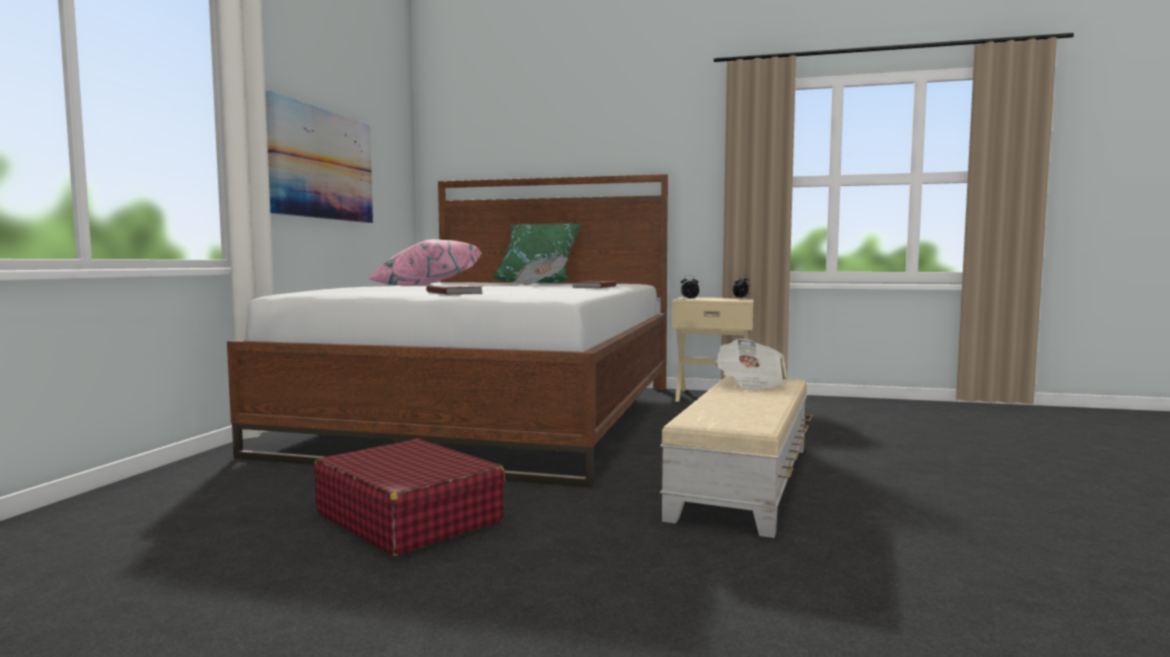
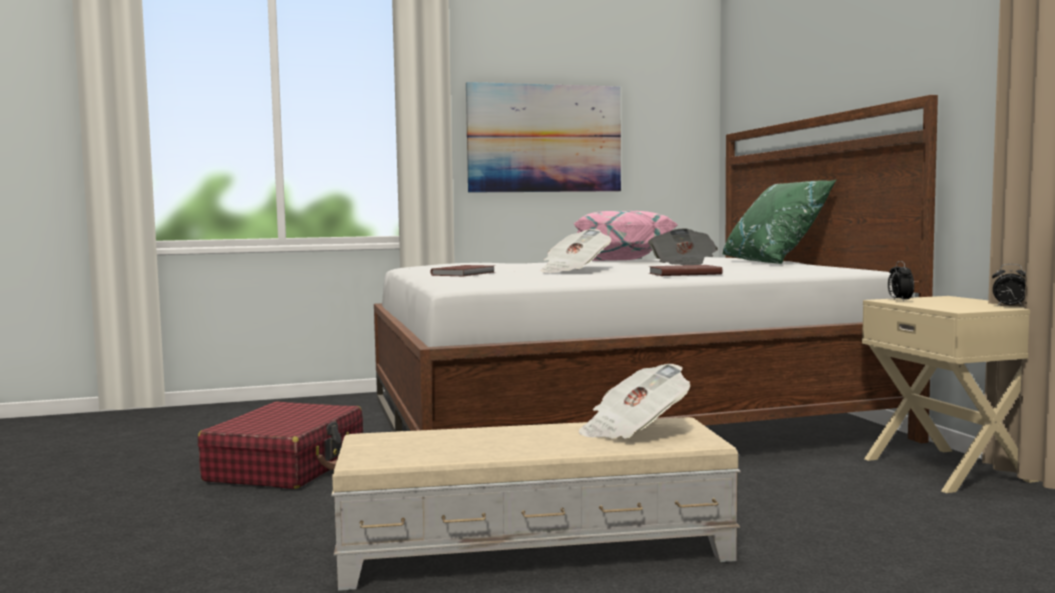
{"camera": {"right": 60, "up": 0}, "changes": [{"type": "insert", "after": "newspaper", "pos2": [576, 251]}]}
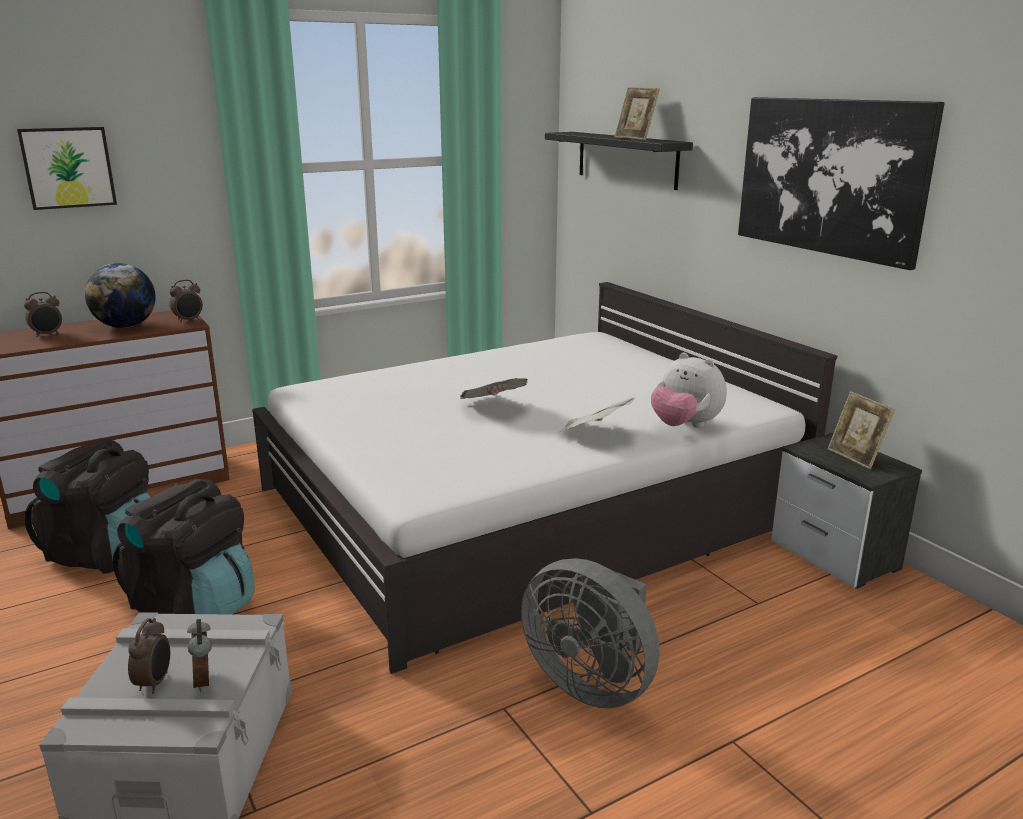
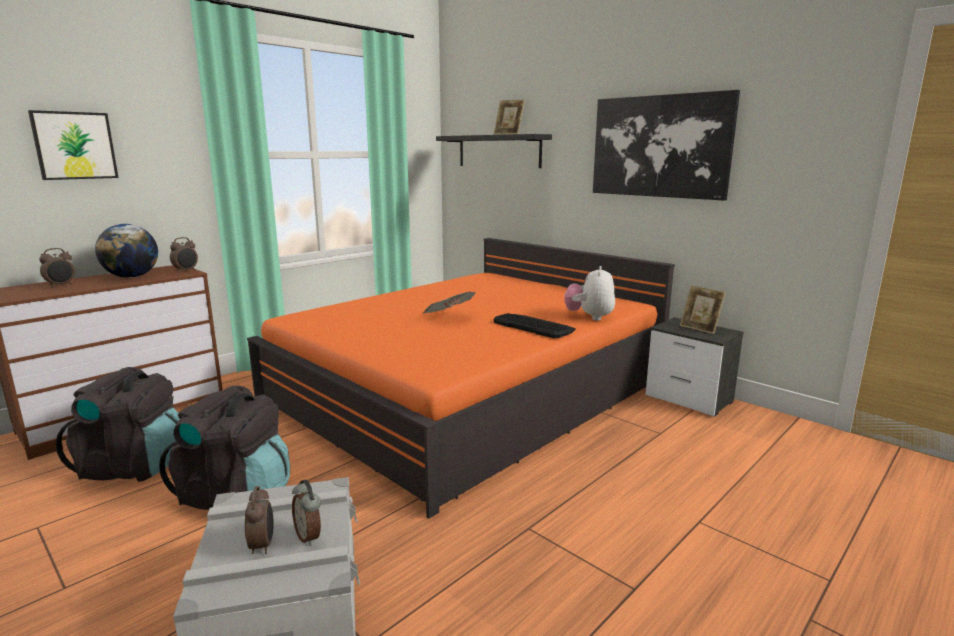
{"camera": {"right": -15, "up": -5}, "changes": [{"type": "recolor", "before": "bed/white", "after": "bed/orange", "pos1": [544, 478], "pos2": [461, 378]}, {"type": "delete", "before": "fan/grey", "pos1": [590, 633]}, {"type": "replace", "before": "newspaper", "after": "keyboard", "pos1": [597, 414], "pos2": [534, 325]}, {"type": "rotate", "before": "plush toy", "pos1": [689, 390], "pos2": [589, 293], "turn": 75}]}
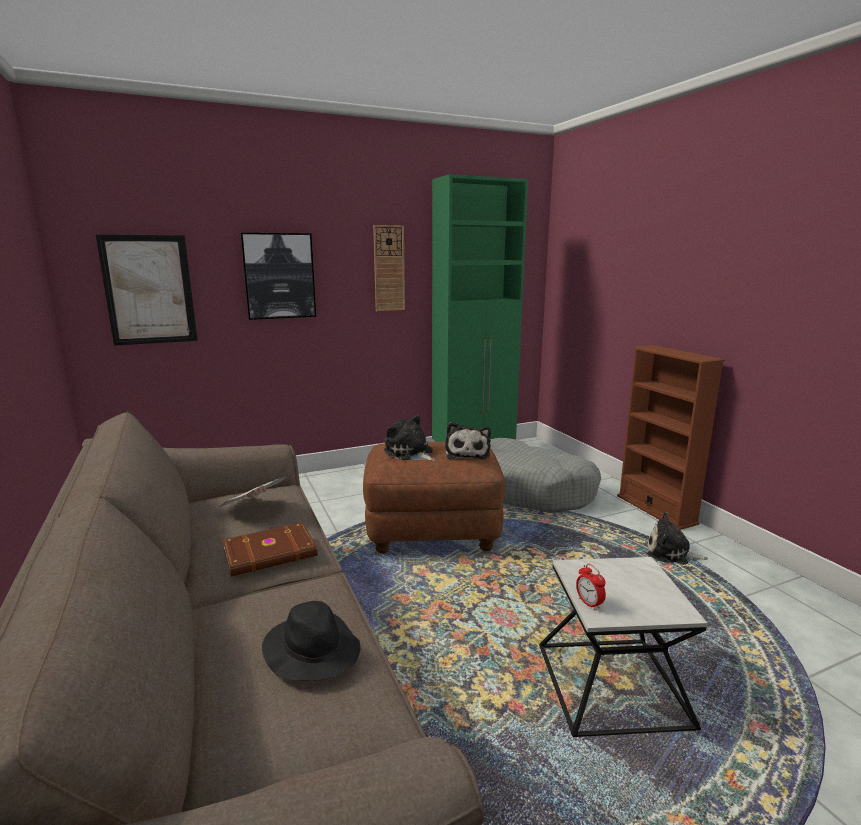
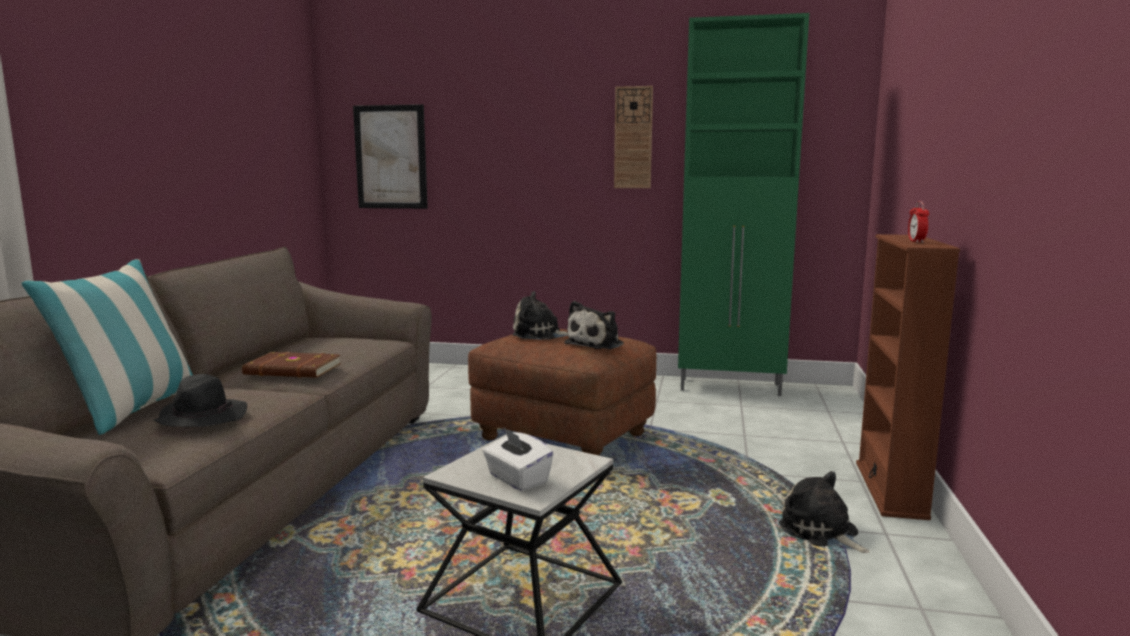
{"camera": {"right": 35, "up": -5}, "changes": [{"type": "delete", "before": "newspaper", "pos1": [253, 492]}, {"type": "delete", "before": "picture", "pos1": [278, 276]}, {"type": "rotate", "before": "plush toy", "pos1": [409, 438], "pos2": [540, 315], "turn": -75}, {"type": "delete", "before": "dog bed/grey", "pos1": [545, 475]}, {"type": "move", "before": "alarm clock", "pos1": [591, 587], "pos2": [918, 222]}, {"type": "insert", "after": "pillow", "pos2": [107, 347]}, {"type": "insert", "after": "tissue box/white", "pos2": [518, 459]}]}
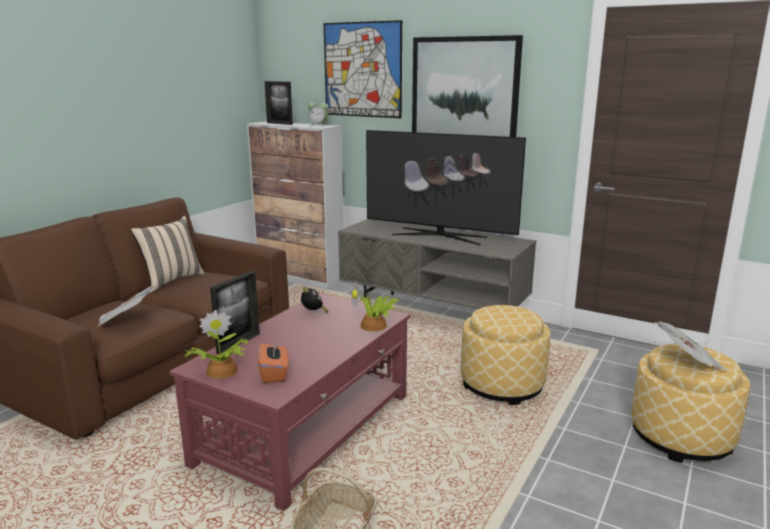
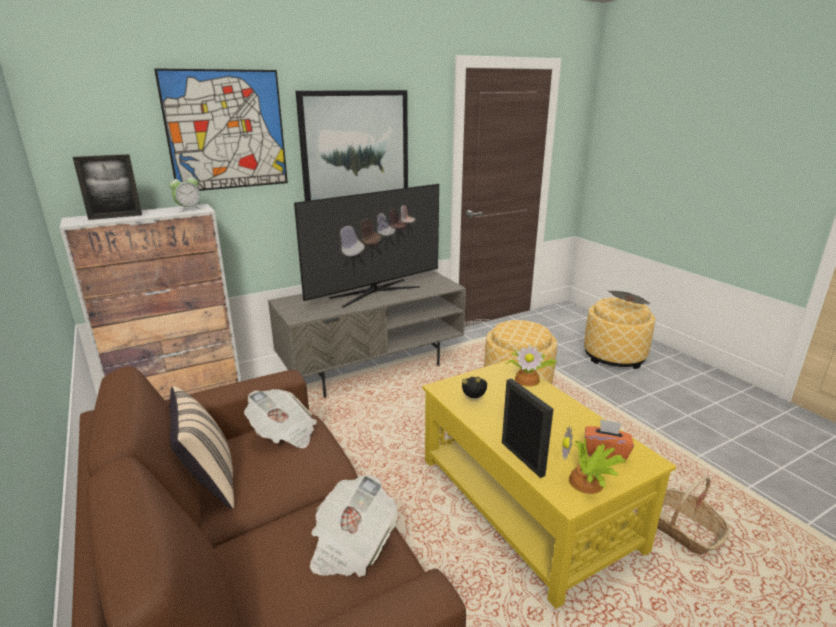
{"camera": {"right": -60, "up": 5}, "changes": [{"type": "recolor", "before": "coffee table/red", "after": "coffee table/yellow", "pos1": [289, 402], "pos2": [549, 484]}, {"type": "insert", "after": "newspaper", "pos2": [280, 418]}]}
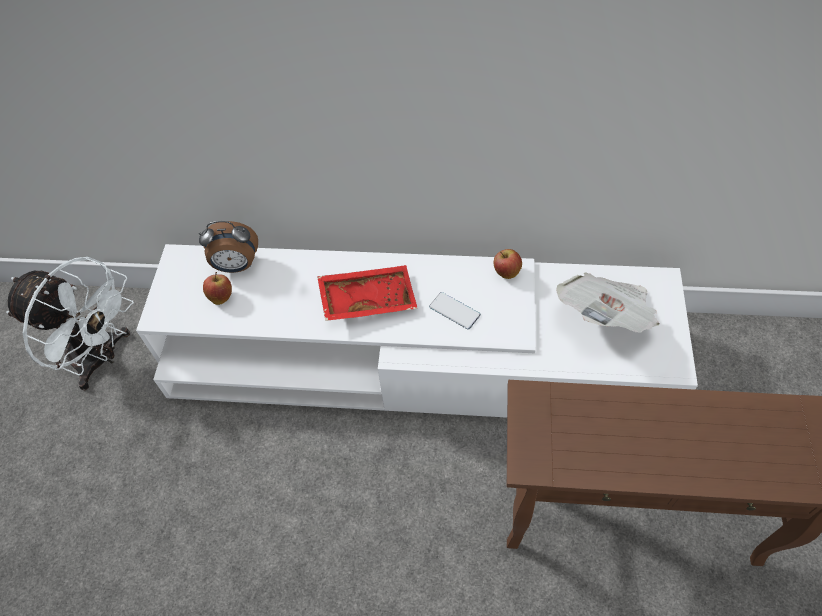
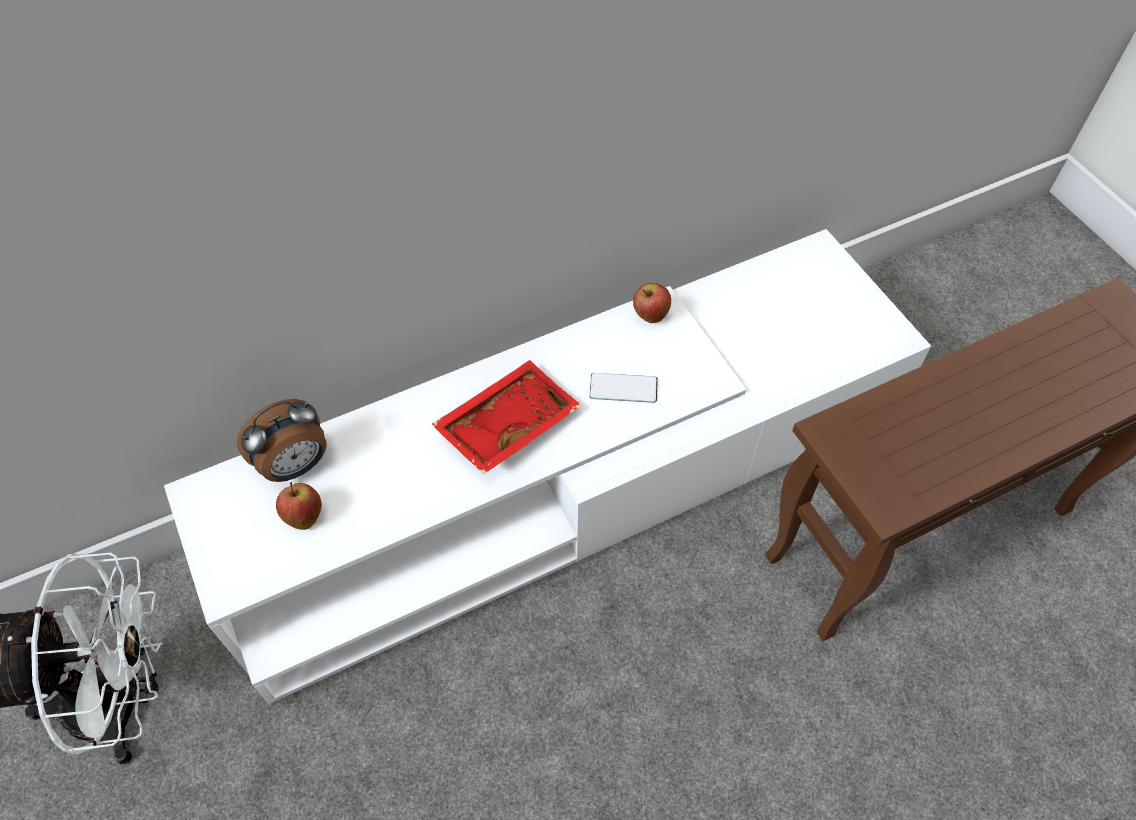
{"camera": {"right": -35, "up": 0}, "changes": [{"type": "delete", "before": "newspaper", "pos1": [607, 302]}]}
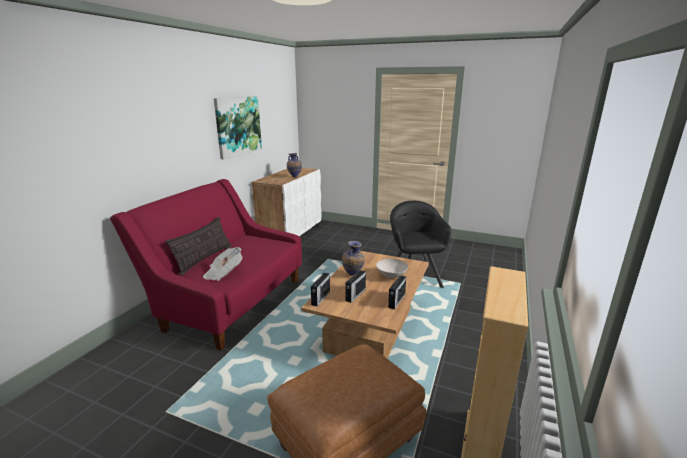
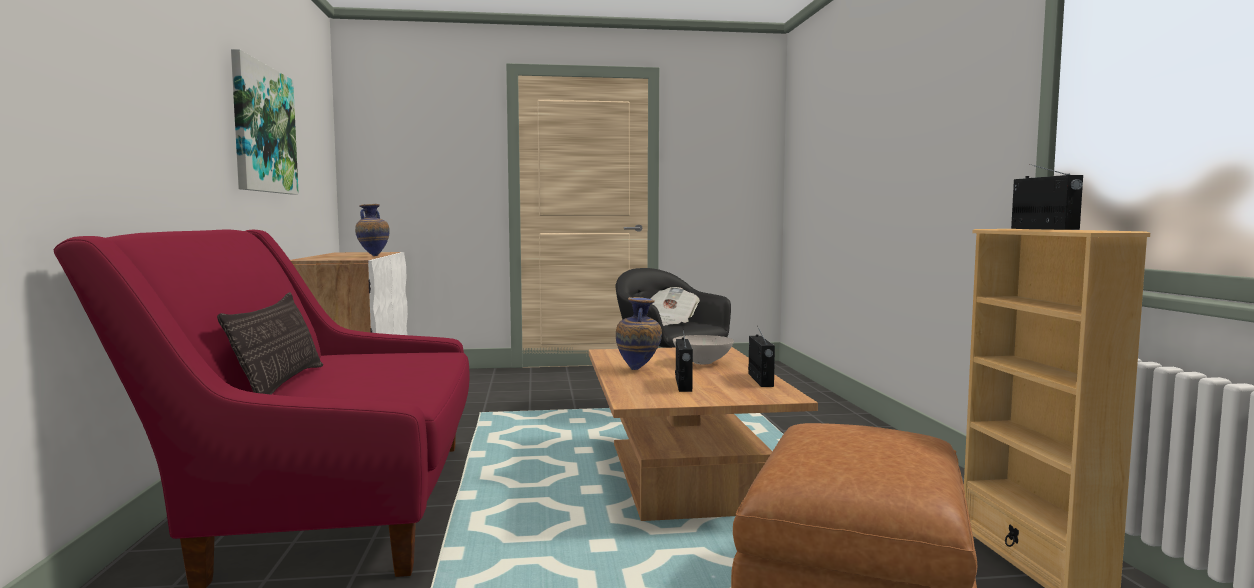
{"camera": {"right": -30, "up": -15}, "changes": [{"type": "move", "before": "newspaper", "pos1": [223, 264], "pos2": [675, 306]}, {"type": "move", "before": "radio", "pos1": [320, 289], "pos2": [1047, 197]}]}
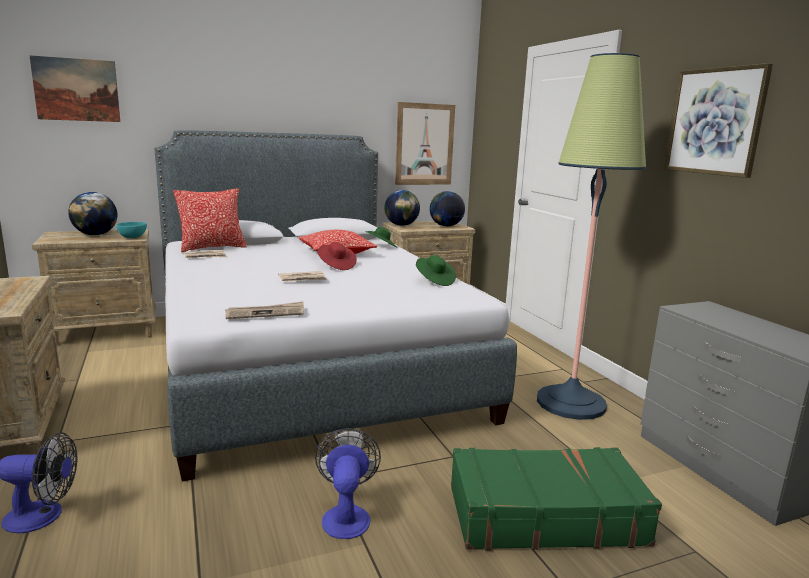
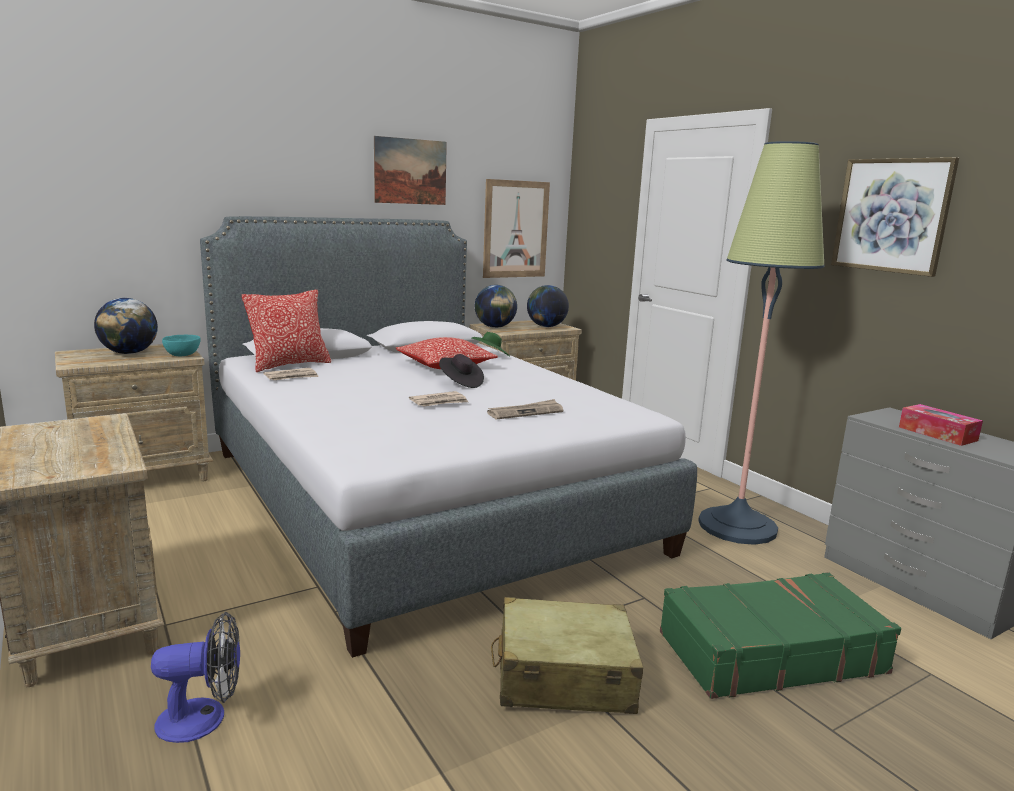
{"camera": {"right": -10, "up": 0}, "changes": [{"type": "move", "before": "picture", "pos1": [74, 88], "pos2": [410, 170]}, {"type": "move", "before": "newspaper", "pos1": [264, 310], "pos2": [525, 409]}, {"type": "replace", "before": "fan", "after": "suitcase/beige", "pos1": [348, 483], "pos2": [567, 655]}, {"type": "recolor", "before": "hat/red", "after": "hat/black", "pos1": [337, 256], "pos2": [461, 371]}, {"type": "delete", "before": "hat/green", "pos1": [436, 270]}, {"type": "insert", "after": "tissue box", "pos2": [941, 425]}]}
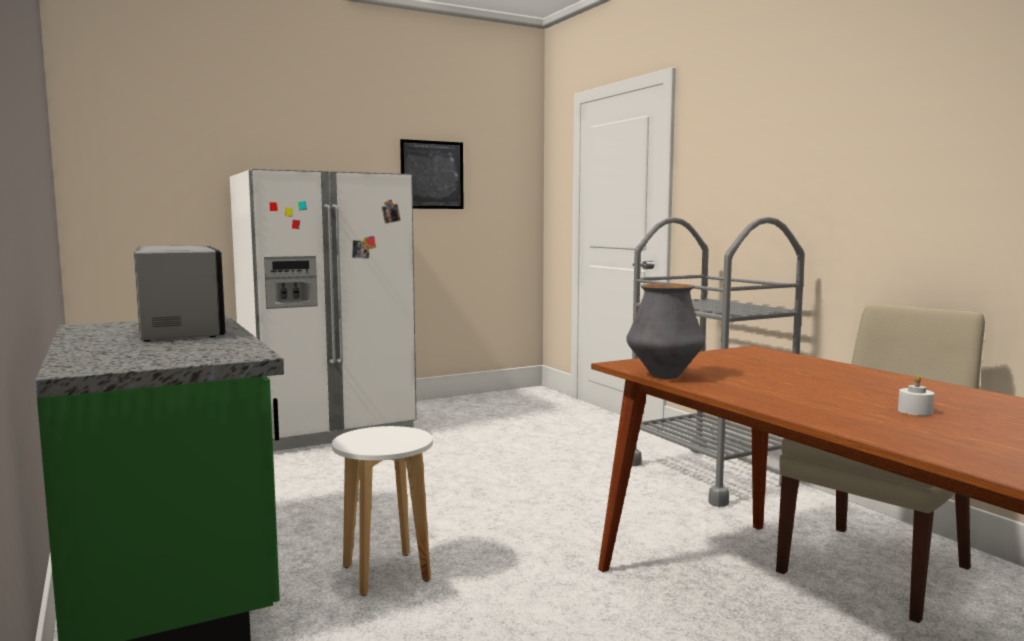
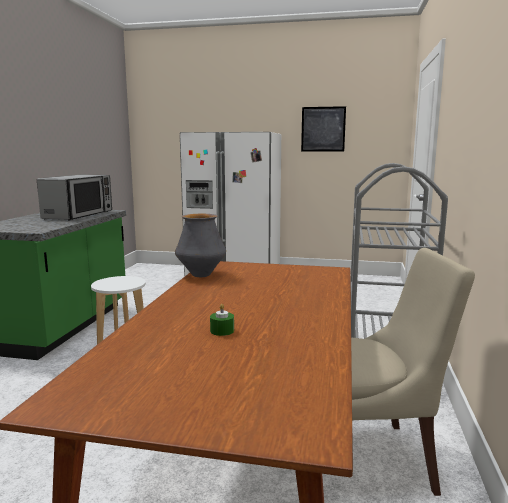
{"camera": {"right": 40, "up": 5}, "changes": [{"type": "recolor", "before": "candle/white", "after": "candle/green", "pos1": [916, 395], "pos2": [222, 320]}]}
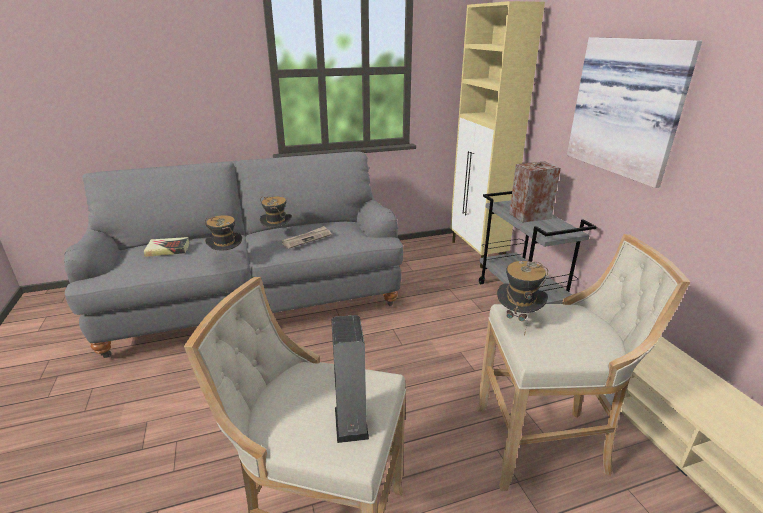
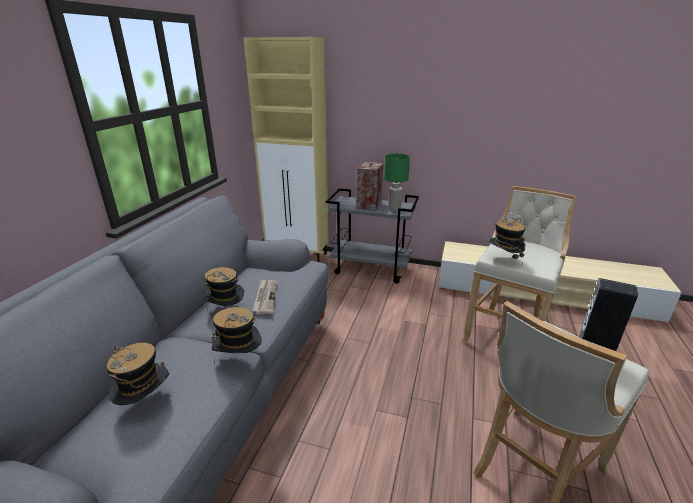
{"camera": {"right": -55, "up": 0}, "changes": [{"type": "replace", "before": "book", "after": "hat", "pos1": [166, 247], "pos2": [138, 374]}, {"type": "delete", "before": "picture", "pos1": [634, 112]}, {"type": "insert", "after": "table lamp/green", "pos2": [397, 182]}]}
